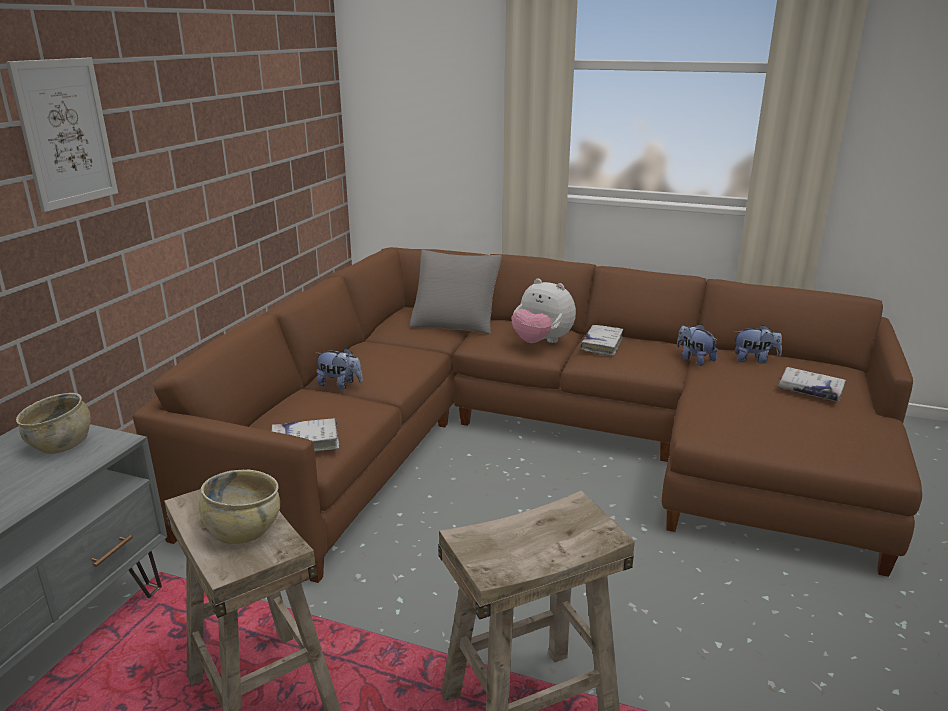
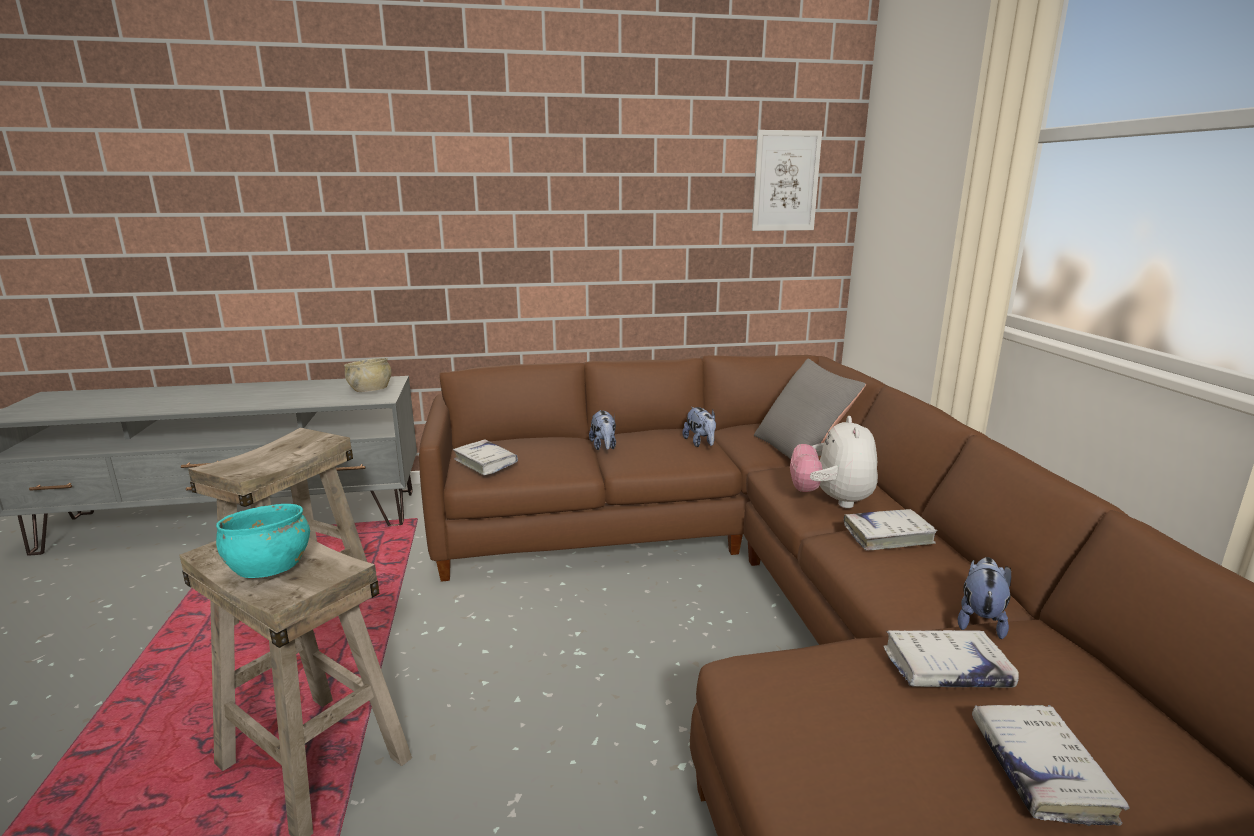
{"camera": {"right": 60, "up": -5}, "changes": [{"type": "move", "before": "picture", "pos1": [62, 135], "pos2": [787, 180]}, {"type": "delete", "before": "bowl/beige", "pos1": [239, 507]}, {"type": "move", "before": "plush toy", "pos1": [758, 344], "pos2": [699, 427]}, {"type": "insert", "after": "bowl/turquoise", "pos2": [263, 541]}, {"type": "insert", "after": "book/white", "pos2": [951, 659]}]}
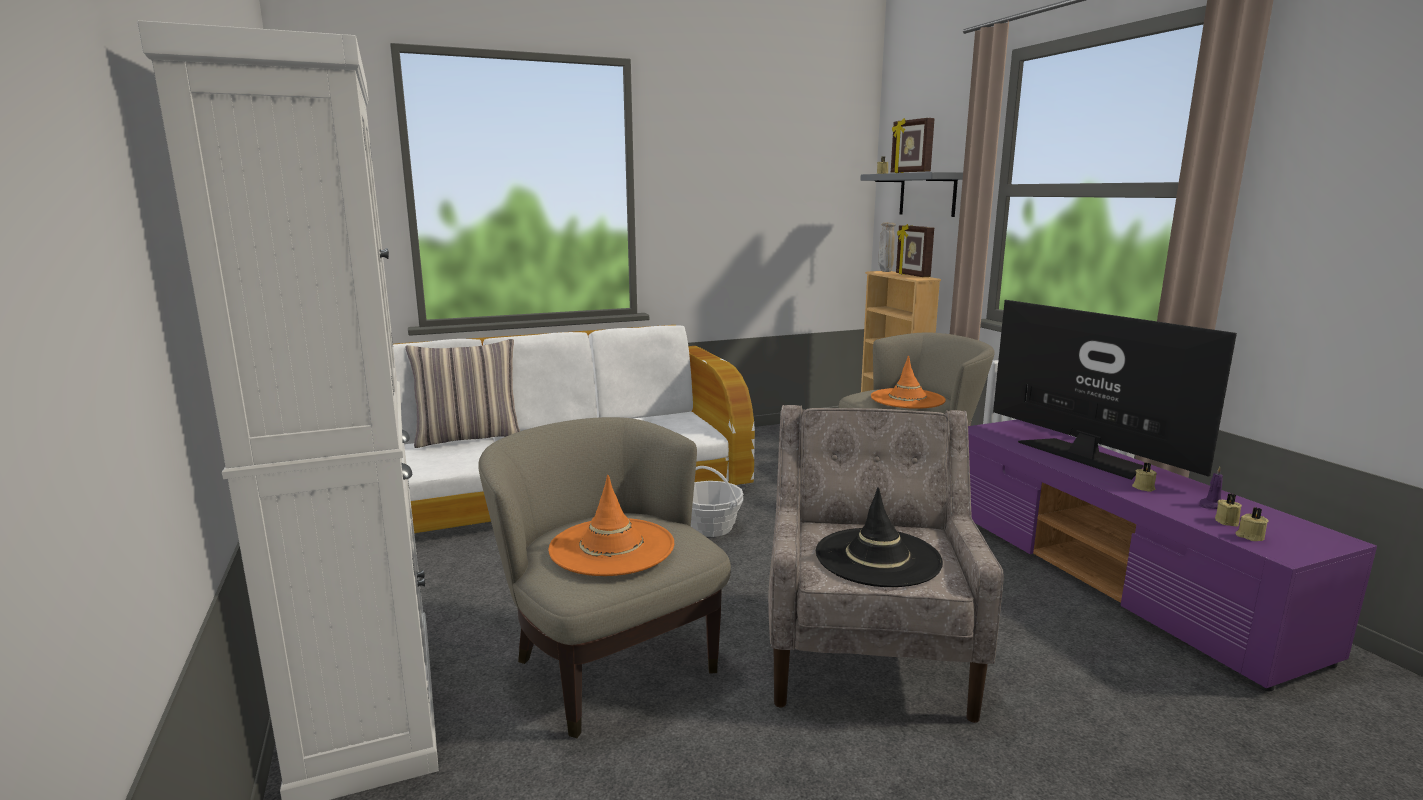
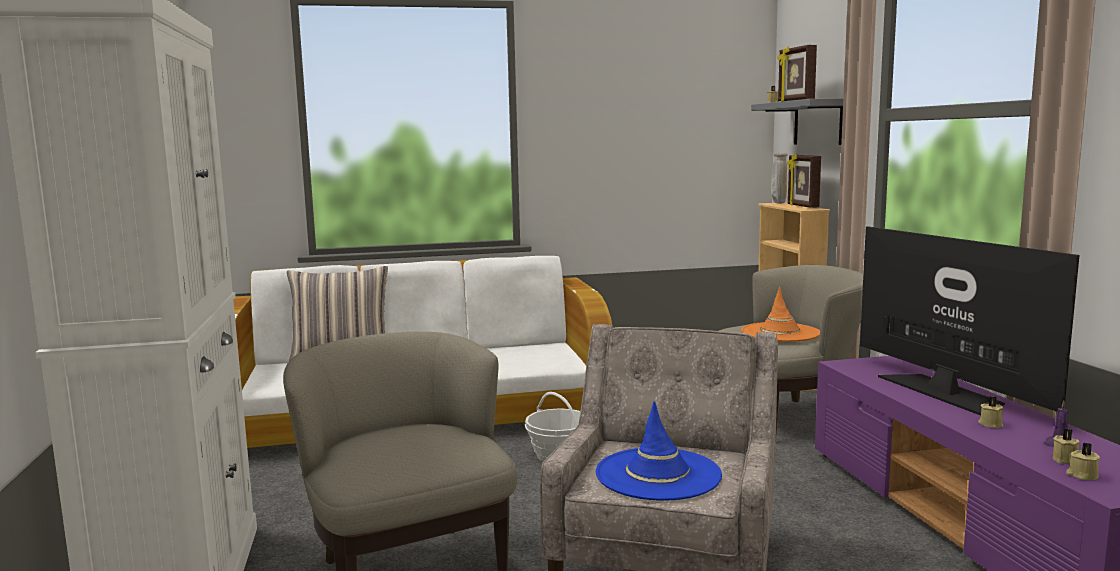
{"camera": {"right": 10, "up": -5}, "changes": [{"type": "delete", "before": "hat/orange", "pos1": [611, 525]}, {"type": "recolor", "before": "hat/black", "after": "hat/blue", "pos1": [879, 537], "pos2": [659, 451]}]}
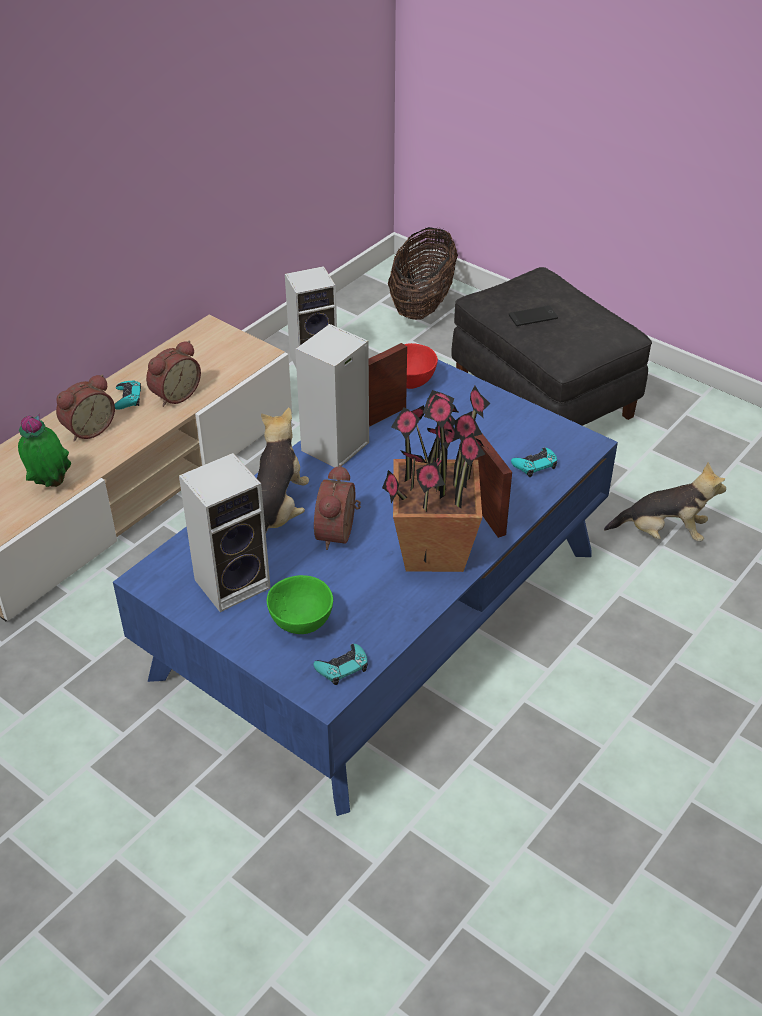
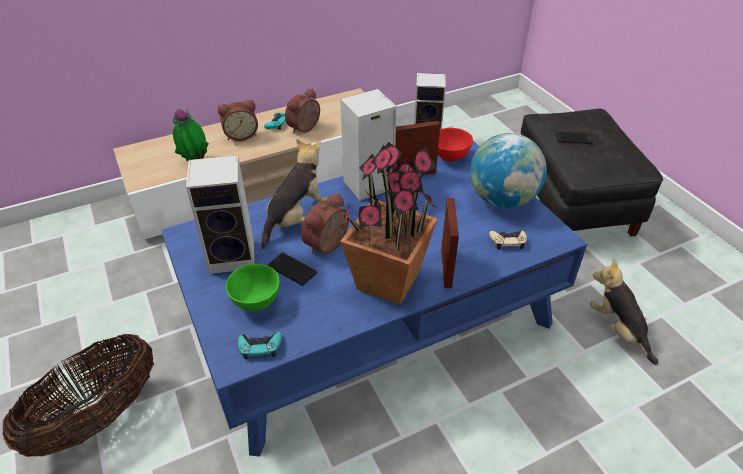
{"camera": {"right": 25, "up": 0}, "changes": [{"type": "rotate", "before": "alarm clock", "pos1": [173, 374], "pos2": [302, 111], "turn": 150}, {"type": "move", "before": "basket", "pos1": [423, 273], "pos2": [78, 395]}, {"type": "recolor", "before": "game controller/turquoise", "after": "game controller/beige", "pos1": [534, 462], "pos2": [508, 239]}, {"type": "rotate", "before": "plush toy", "pos1": [665, 502], "pos2": [624, 311], "turn": -150}, {"type": "insert", "after": "phone", "pos2": [292, 269]}, {"type": "insert", "after": "globe", "pos2": [508, 170]}]}
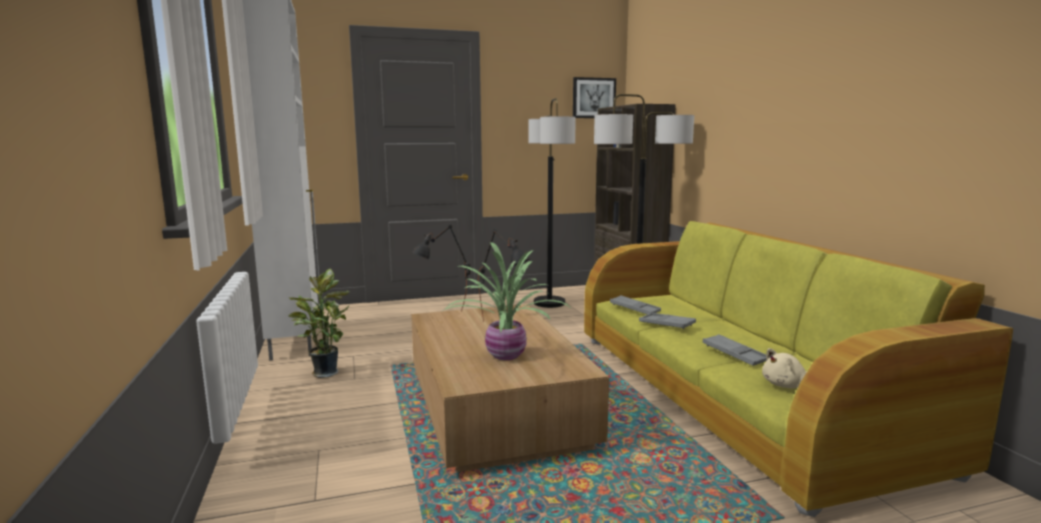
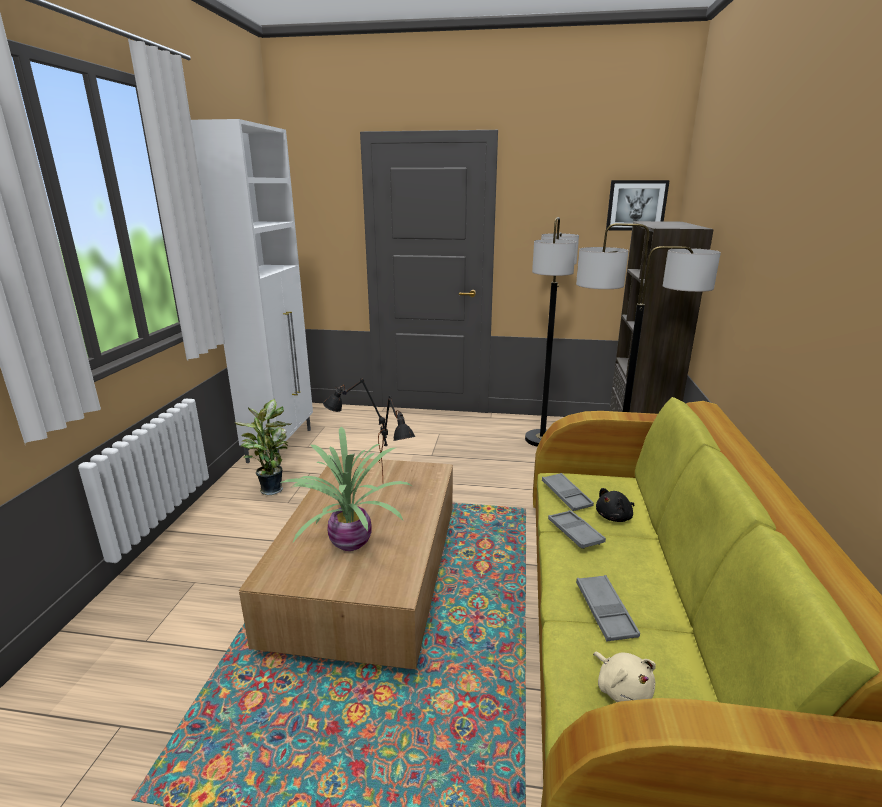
{"camera": {"right": 25, "up": 10}, "changes": [{"type": "rotate", "before": "plush toy/beige", "pos1": [784, 368], "pos2": [624, 676], "turn": -120}, {"type": "insert", "after": "plush toy/black", "pos2": [615, 505]}]}
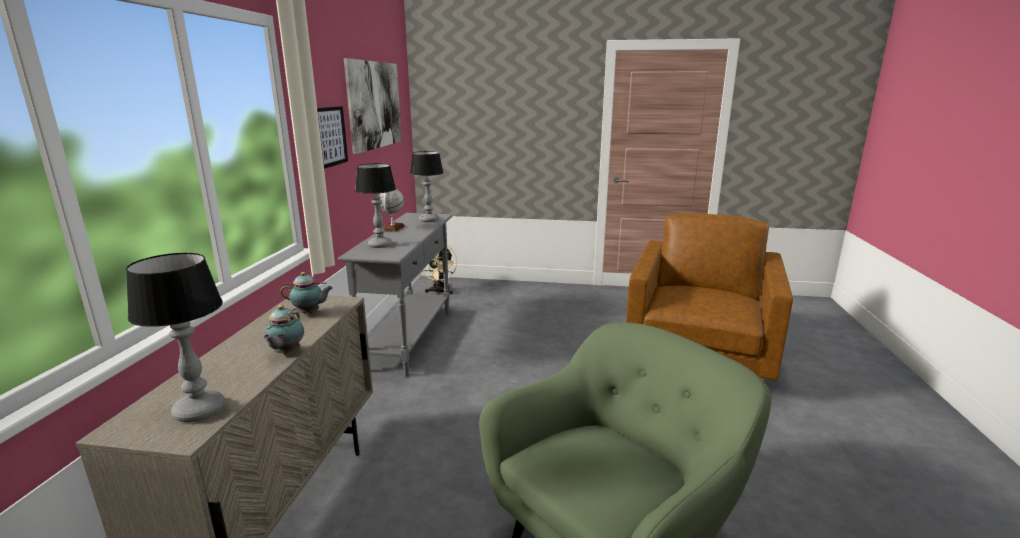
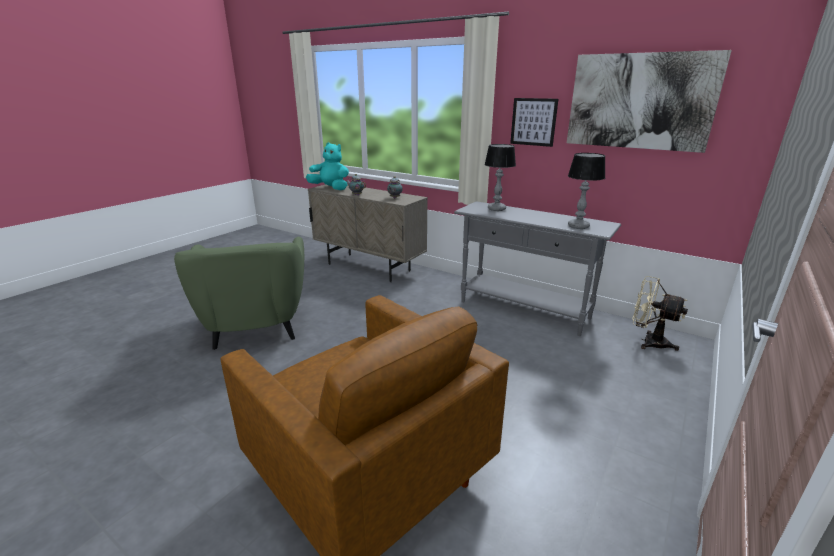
{"camera": {"right": 115, "up": 5}, "changes": [{"type": "replace", "before": "table lamp", "after": "plush toy/turquoise", "pos1": [175, 337], "pos2": [327, 166]}, {"type": "delete", "before": "globe", "pos1": [392, 210]}]}
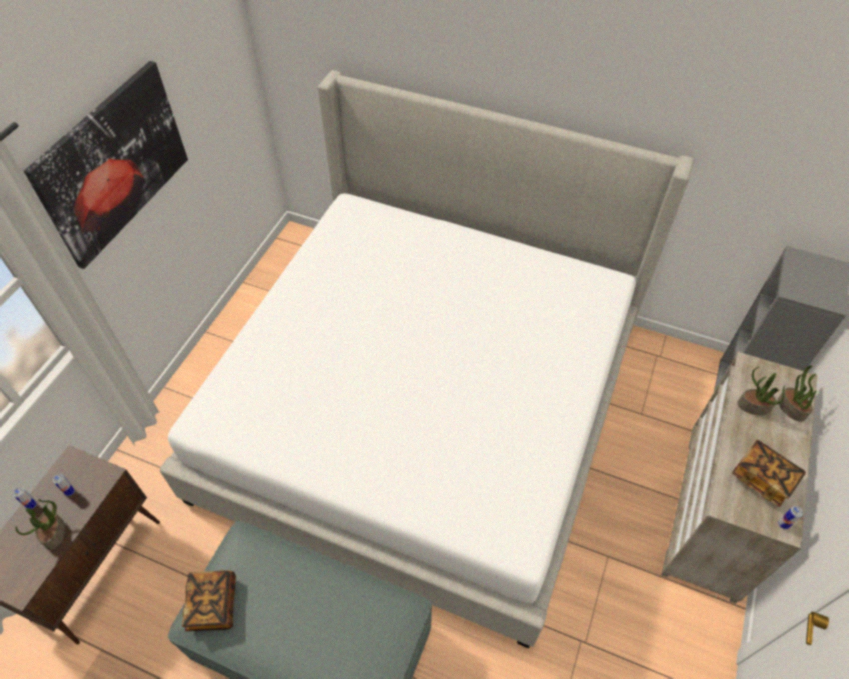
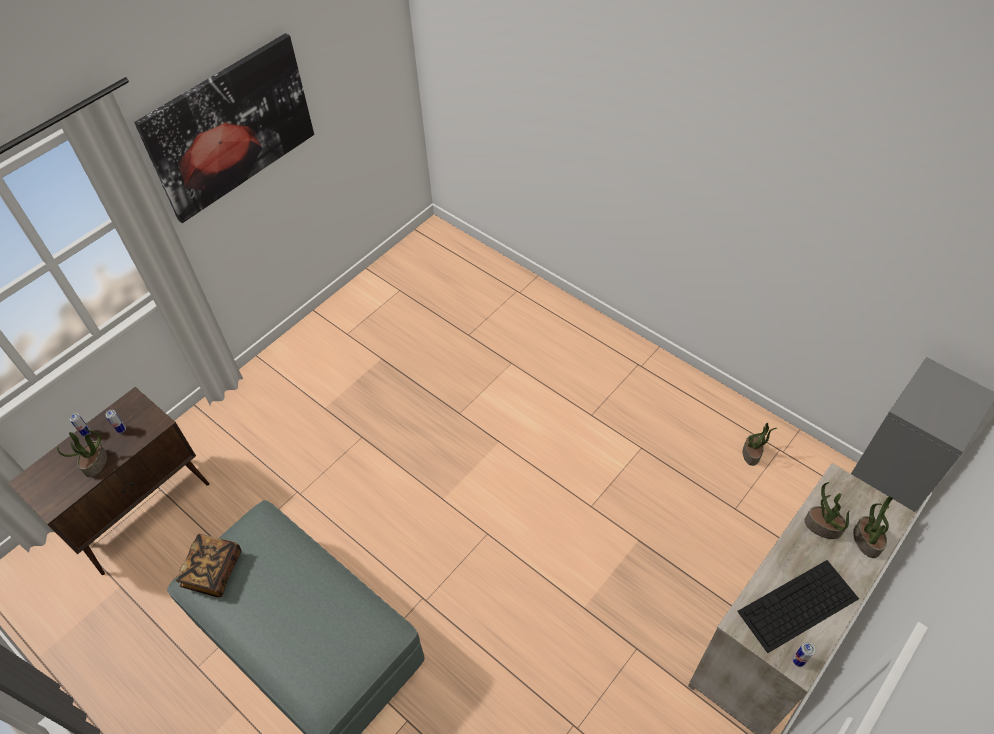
{"camera": {"right": 20, "up": 0}, "changes": [{"type": "delete", "before": "bed", "pos1": [427, 359]}, {"type": "replace", "before": "book", "after": "keyboard", "pos1": [769, 473], "pos2": [798, 606]}, {"type": "insert", "after": "potted plant", "pos2": [760, 444]}]}
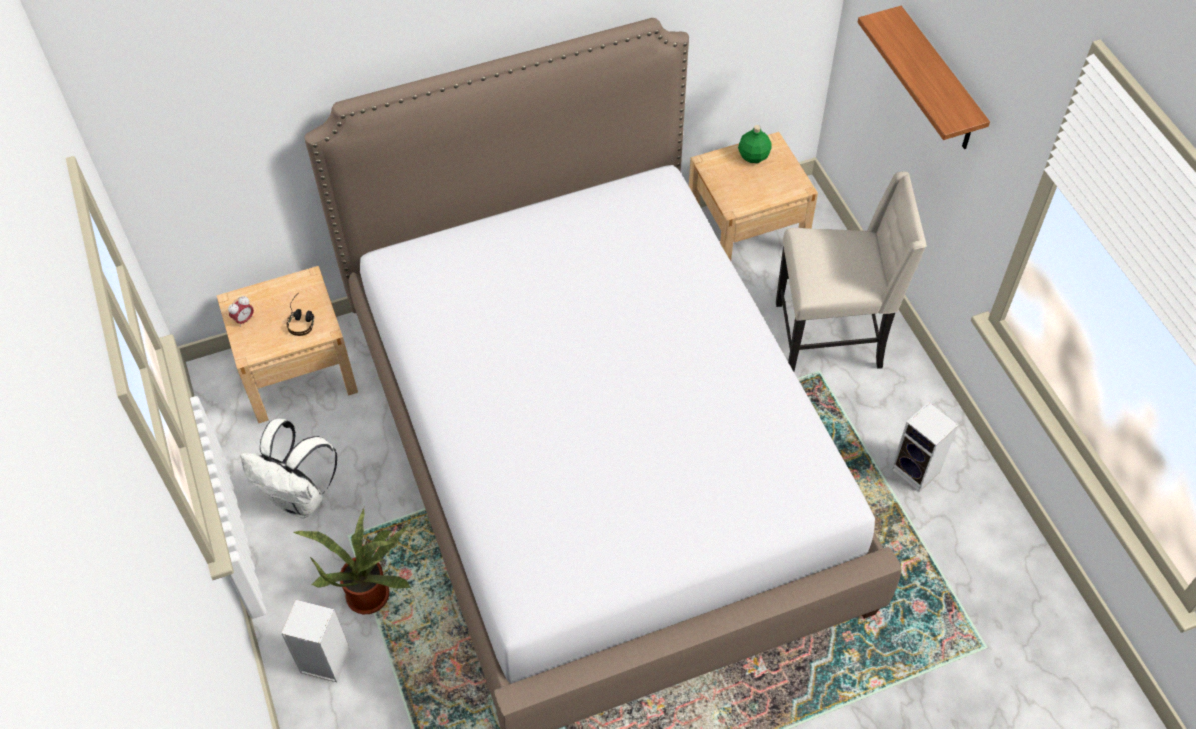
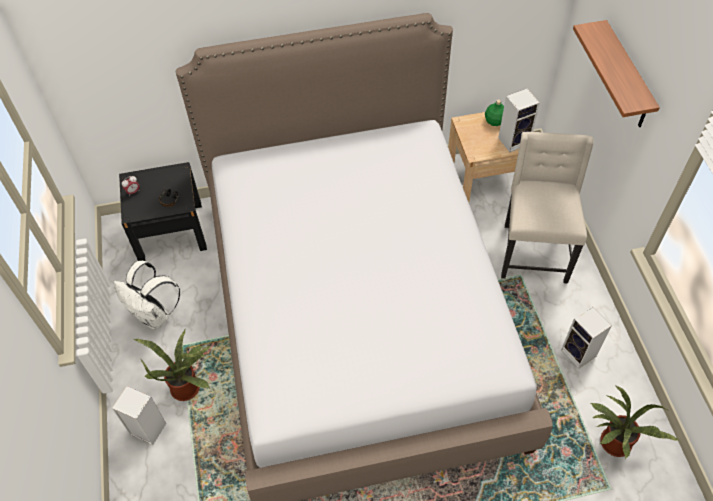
{"camera": {"right": 10, "up": 0}, "changes": [{"type": "recolor", "before": "nightstand/beige", "after": "nightstand/black", "pos1": [287, 344], "pos2": [163, 211]}, {"type": "rotate", "before": "chair/beige", "pos1": [851, 271], "pos2": [547, 208], "turn": -90}, {"type": "insert", "after": "speaker", "pos2": [519, 120]}, {"type": "insert", "after": "potted plant", "pos2": [635, 422]}]}
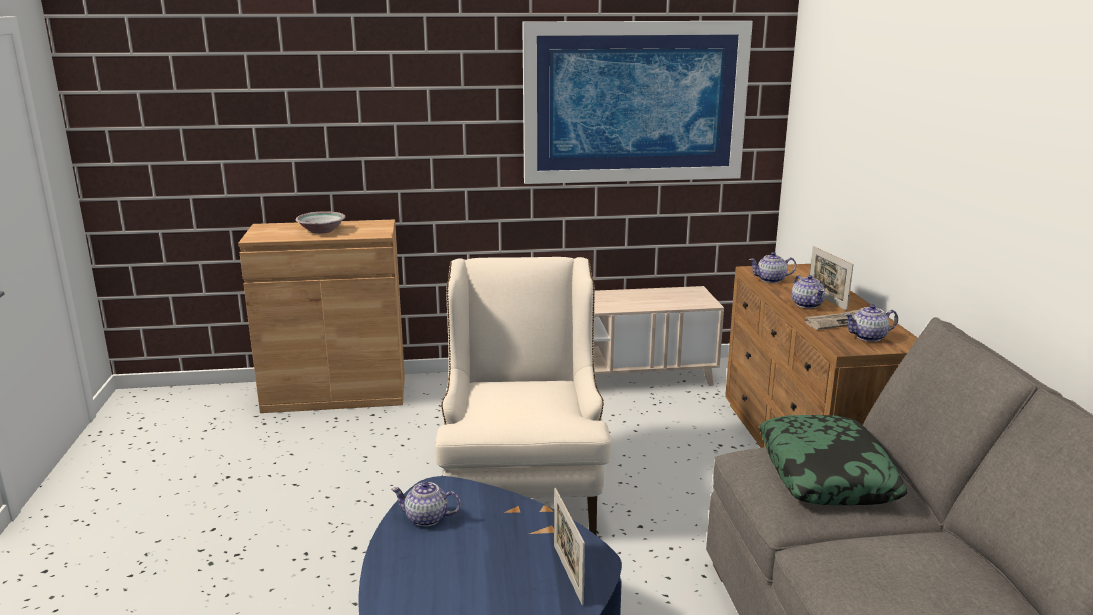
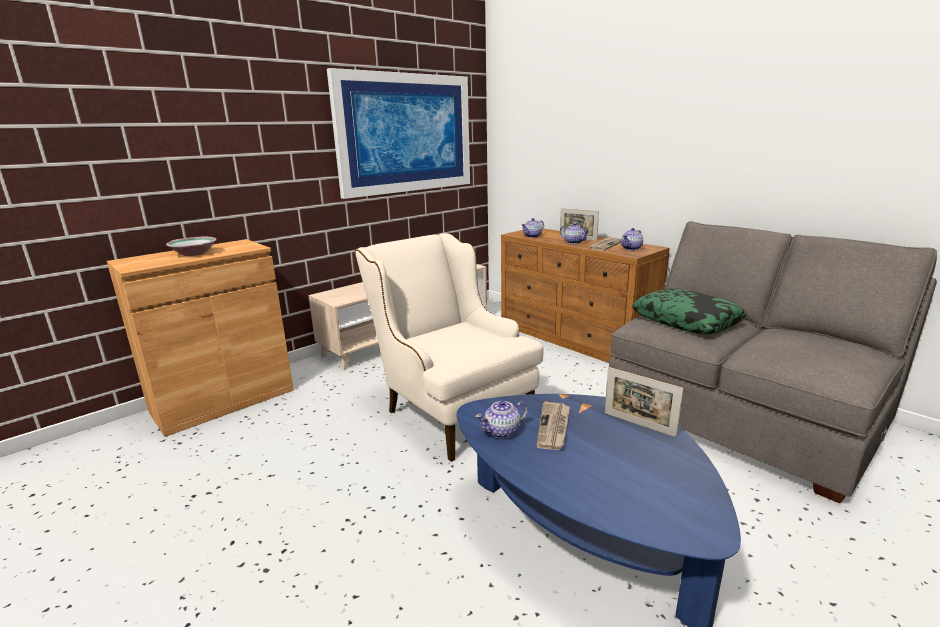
{"camera": {"right": -35, "up": 0}, "changes": [{"type": "insert", "after": "newspaper", "pos2": [553, 426]}]}
